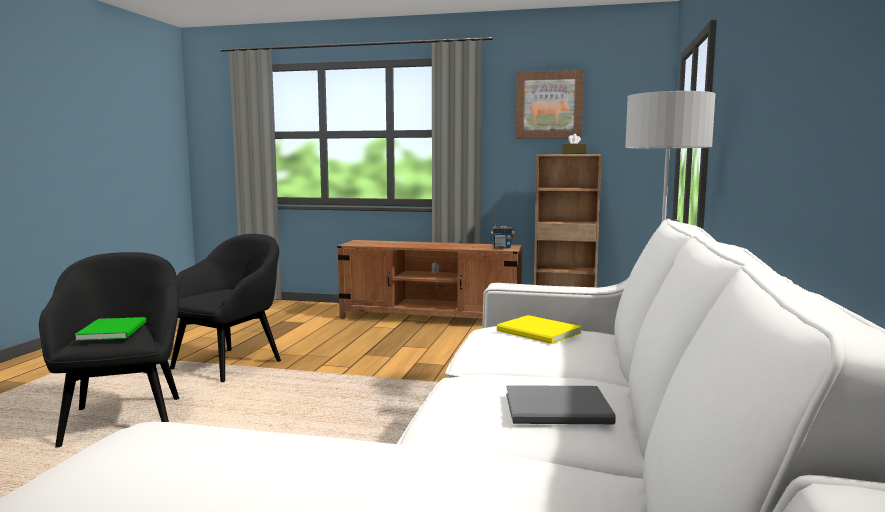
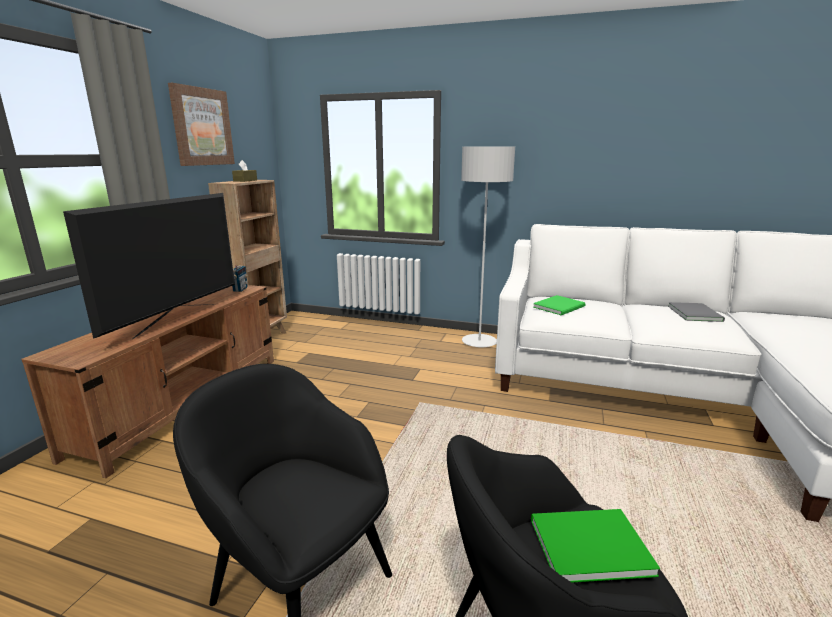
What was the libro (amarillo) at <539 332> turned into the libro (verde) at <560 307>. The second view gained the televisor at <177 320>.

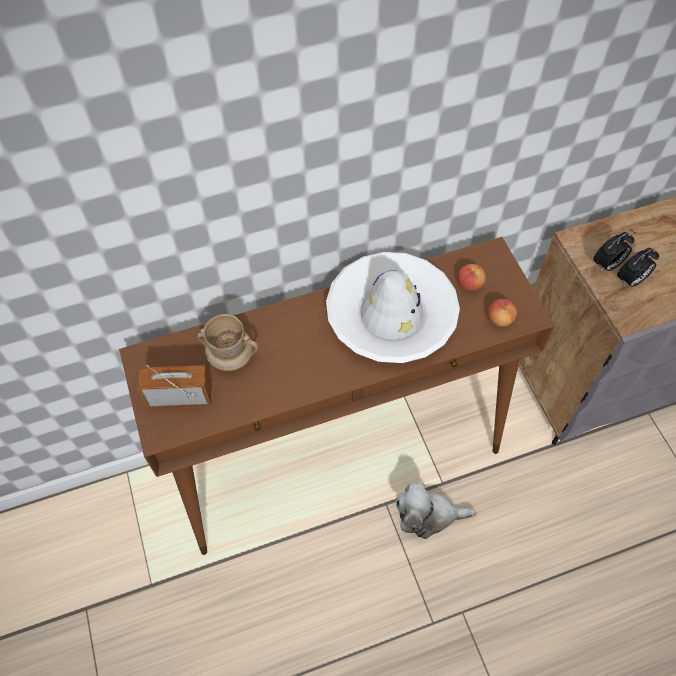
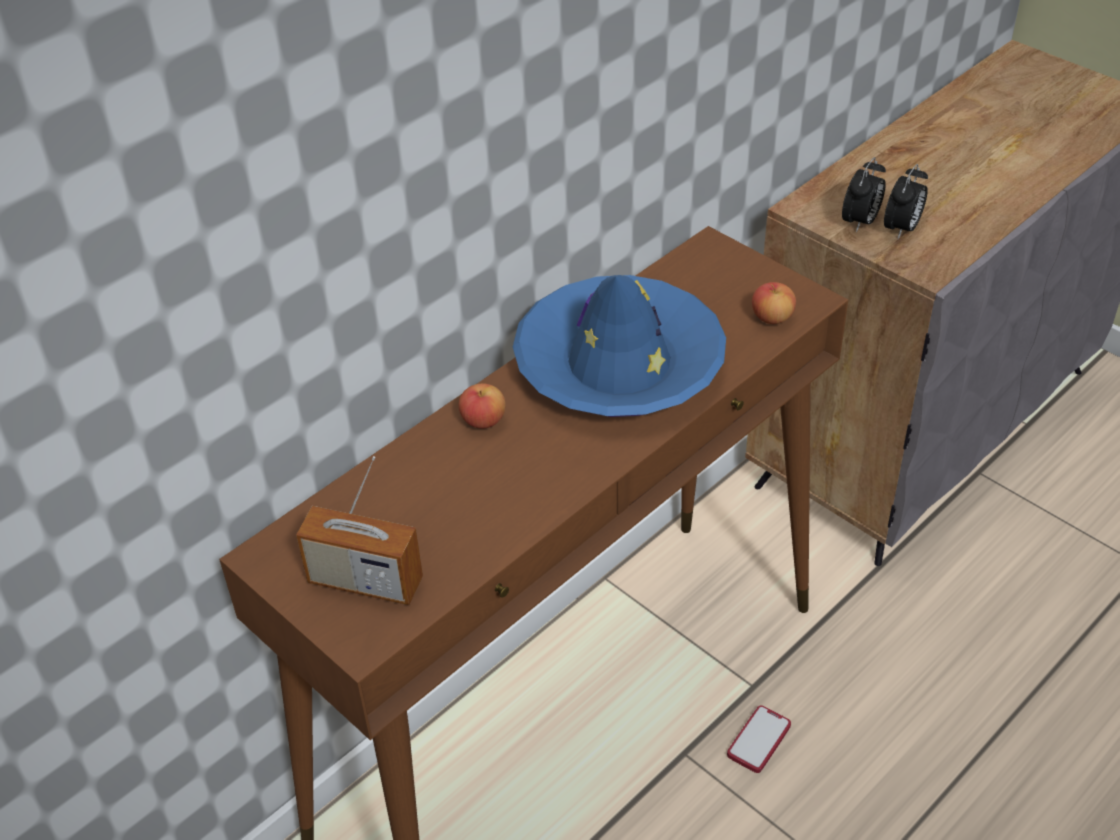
The radio at <180 396> ended up facing another way, 135 degrees counterclockwise from before. The second view lost the taza grande (beis) at <231 356>. What was the sombrero (blanco) at <391 314> turned into the sombrero (azul) at <619 364>. Where the peluche stood at <428 515>, the móvil came to stand at <759 740>. The manzana ended up elsewhere, having gone from <469 284> to <483 420>.

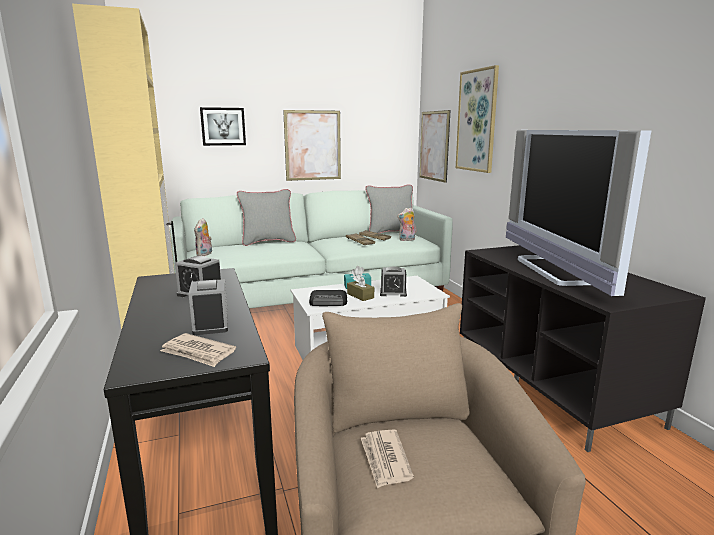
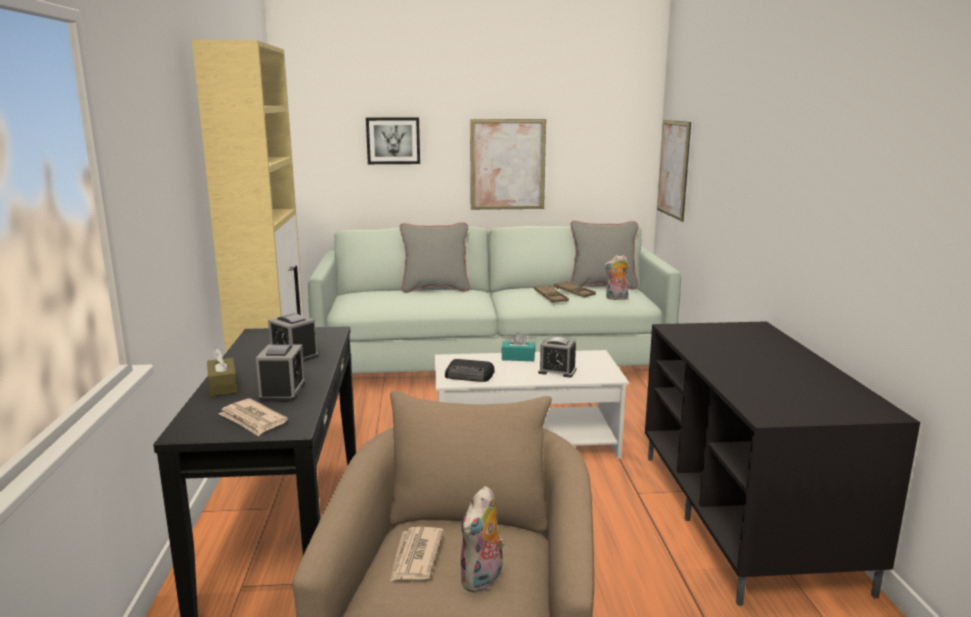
The peluche ended up elsewhere, having gone from <205 254> to <483 580>. The caja de pañuelos (marrón) ended up elsewhere, having gone from <360 296> to <223 386>. The second view lost the cuadro at <477 121>. The second view lost the televisor at <554 270>.

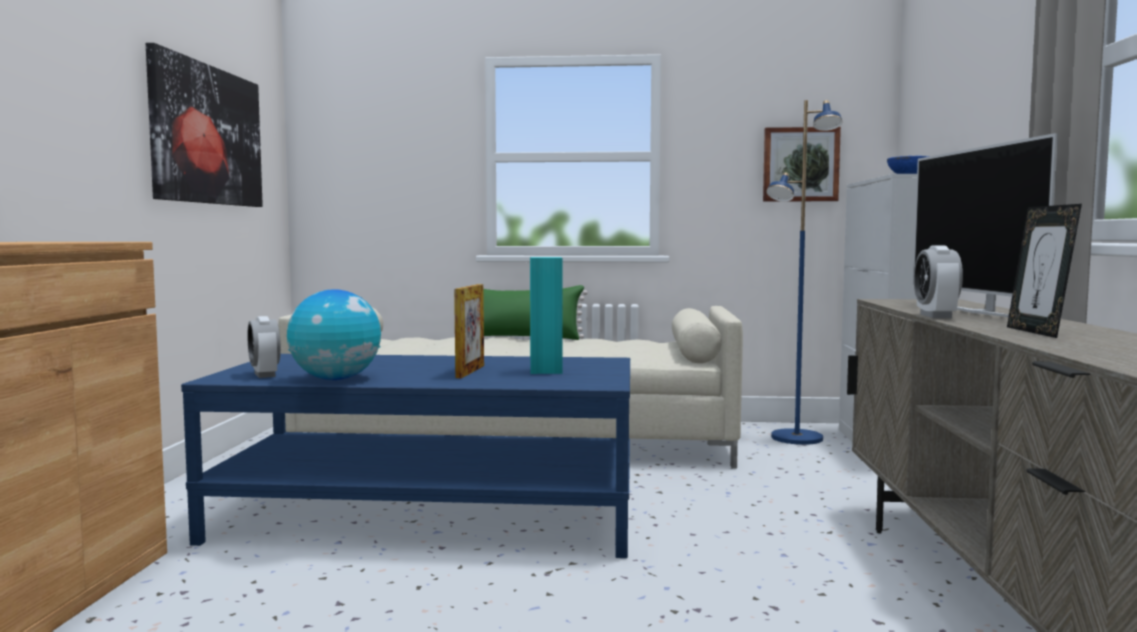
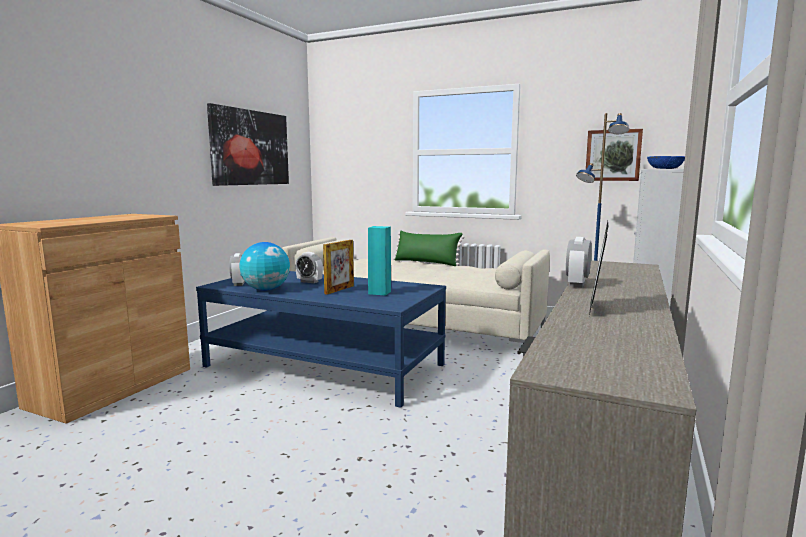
The second view lost the televisor at <980 312>. The second view gained the despertador at <309 281>.

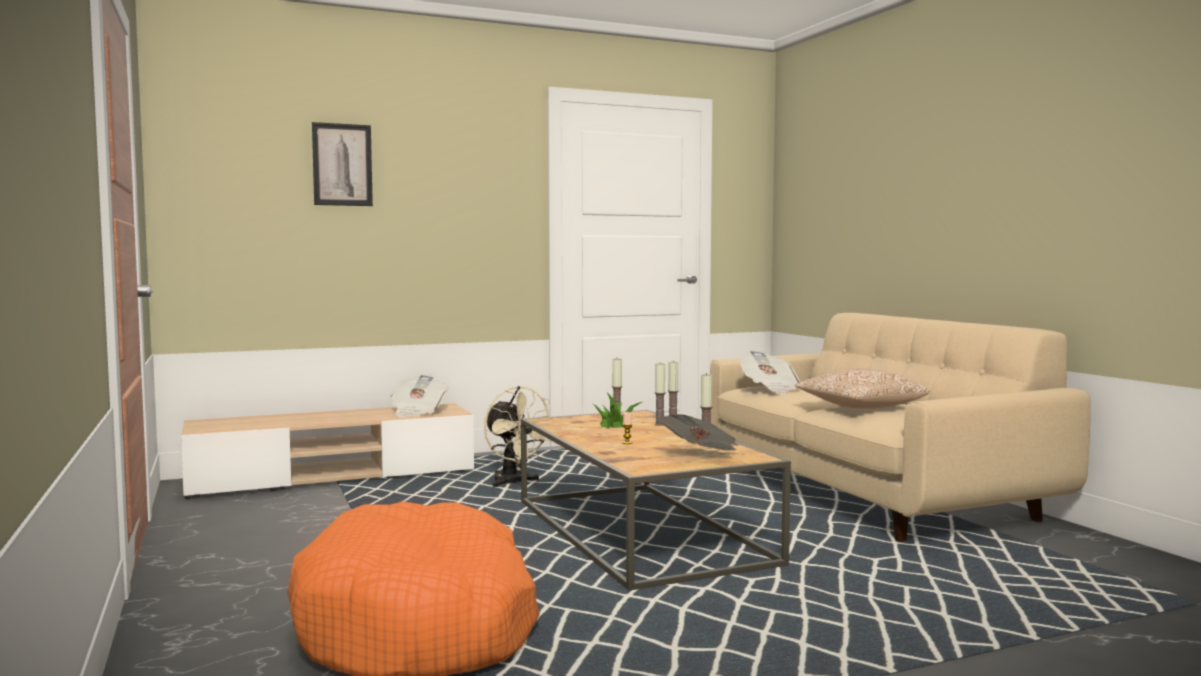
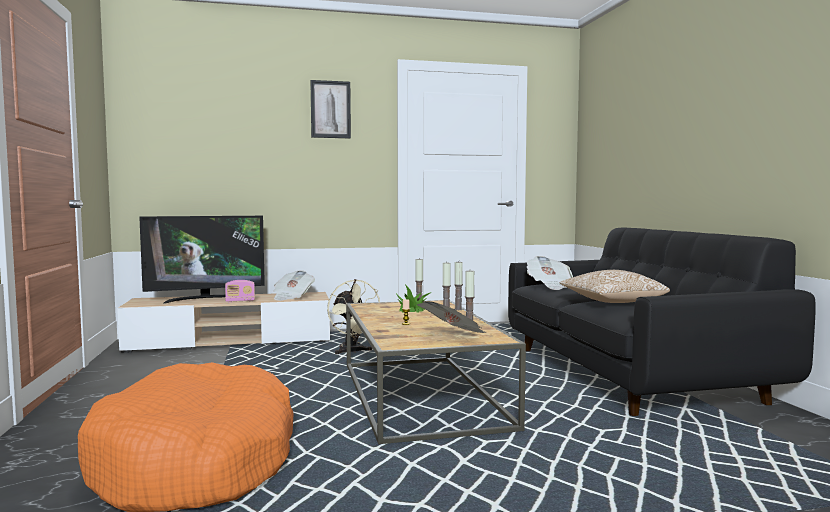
The cuadro ended up elsewhere, having gone from <342 165> to <330 109>. What was the sofá (beis) at <871 494> turned into the sofá (negro) at <628 374>. The second view gained the televisor at <205 299>. The second view gained the radio at <240 301>.

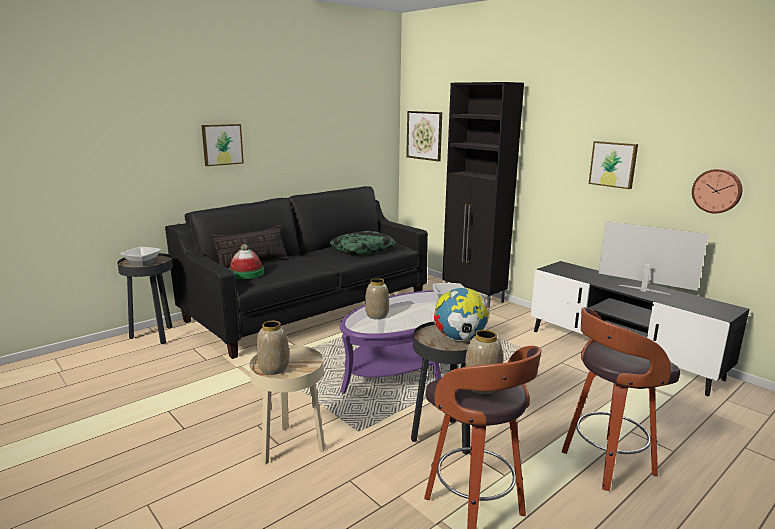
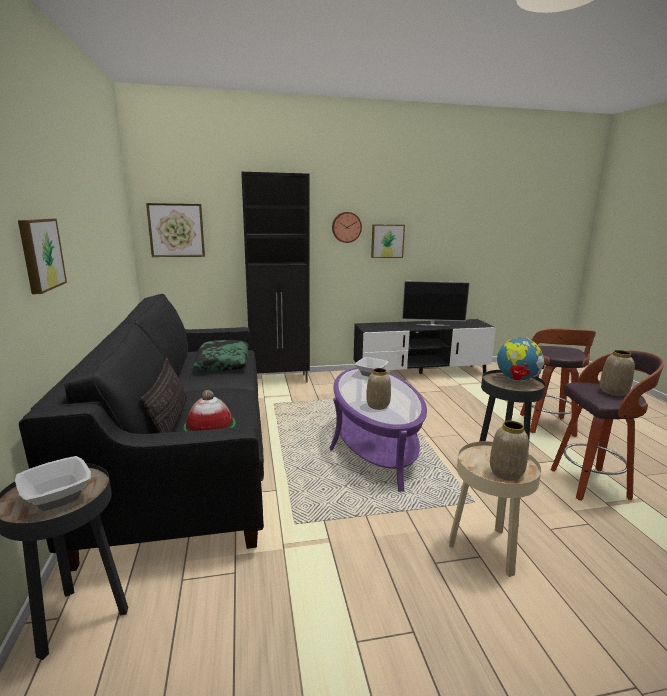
The televisor at <644 290> ended up facing another way, 150 degrees counterclockwise from before. The reloj de pared ended up elsewhere, having gone from <717 190> to <346 227>.

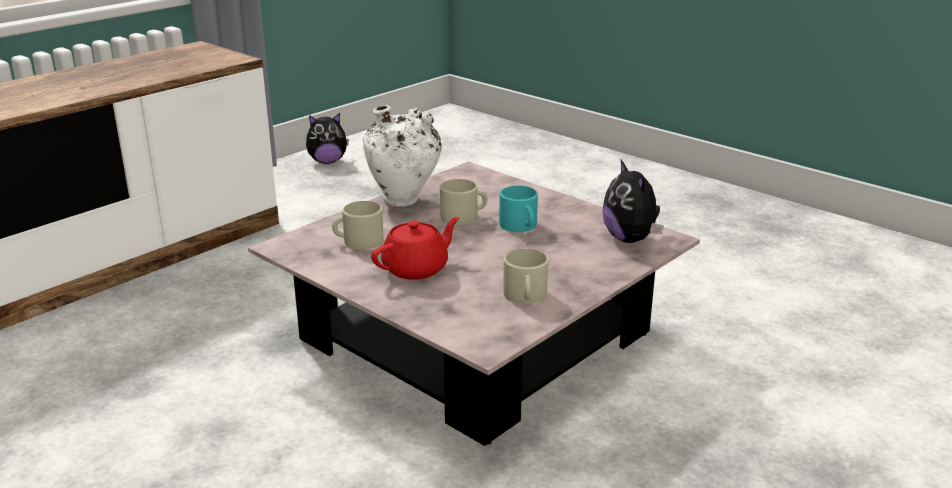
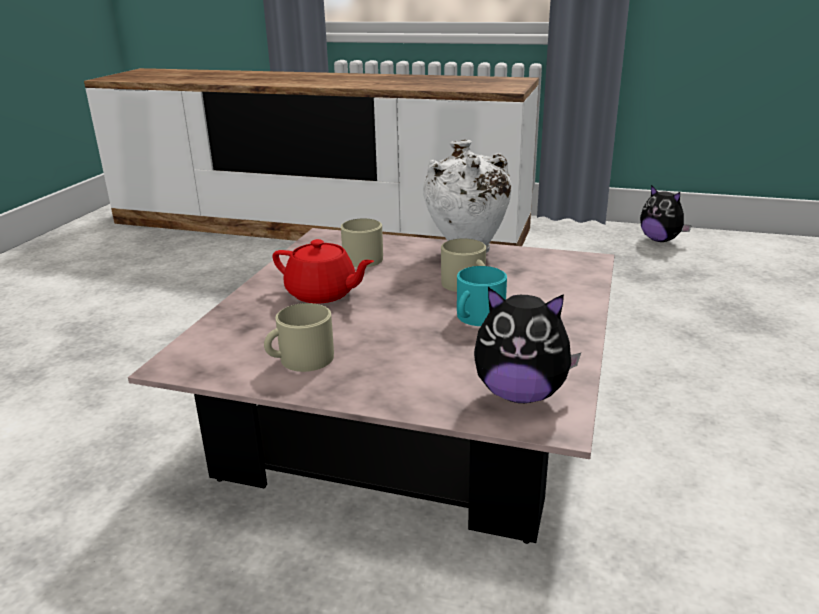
The peluche at <631 239> ended up facing another way, 120 degrees counterclockwise from before.

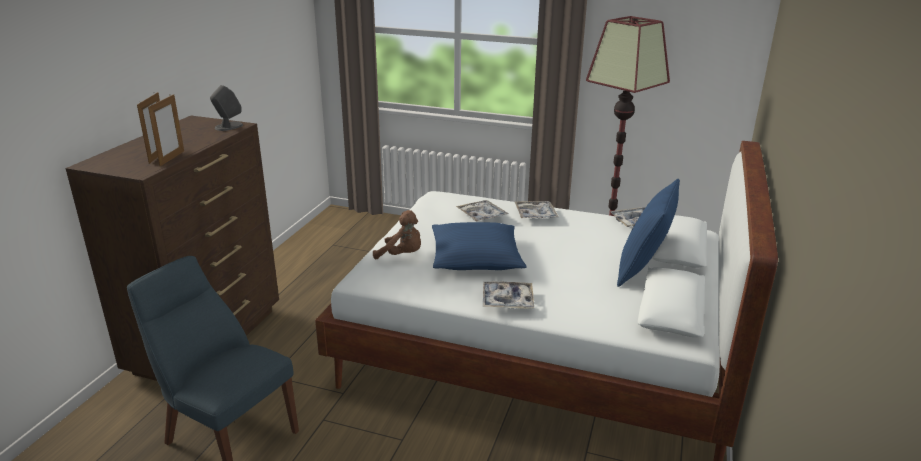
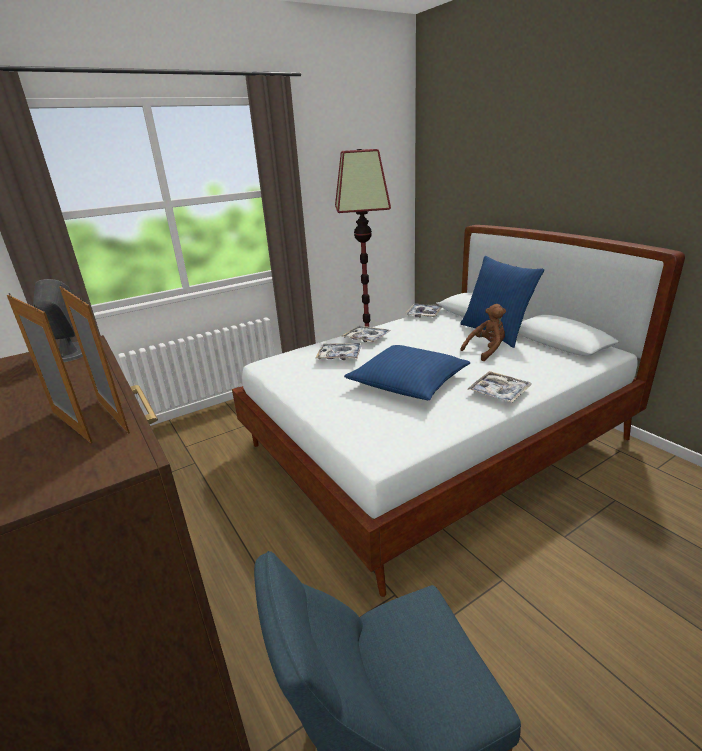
The peluche (marrón) ended up elsewhere, having gone from <402 255> to <486 351>.

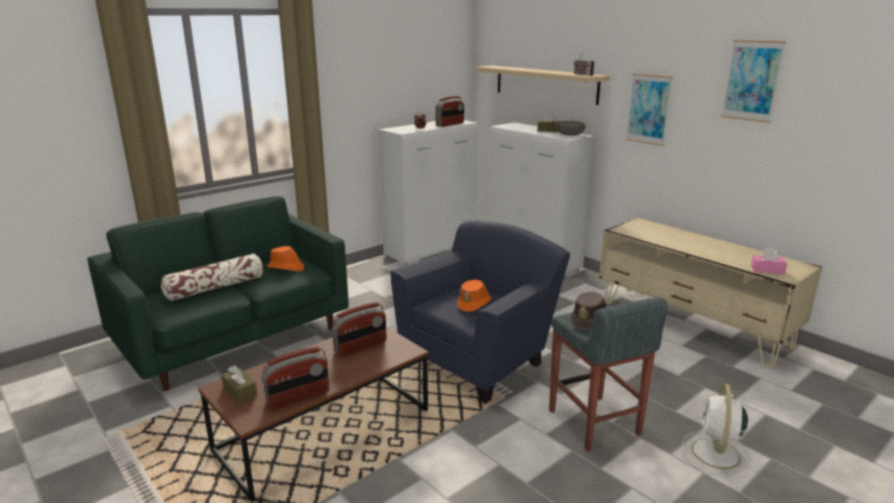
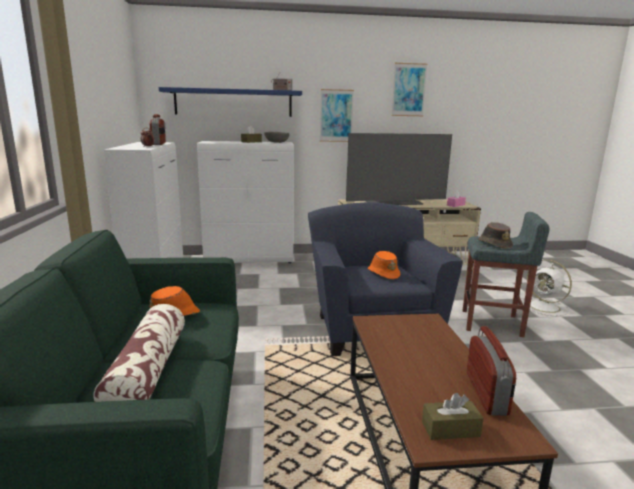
The second view lost the radio at <361 347>. What was the estante (beis) at <545 84> turned into the estante (azul) at <233 102>. The second view gained the televisor at <394 202>.

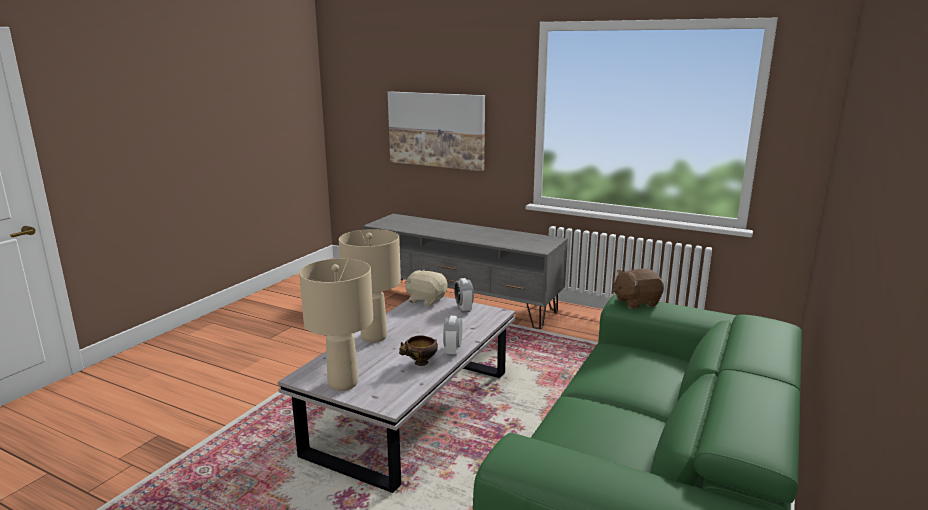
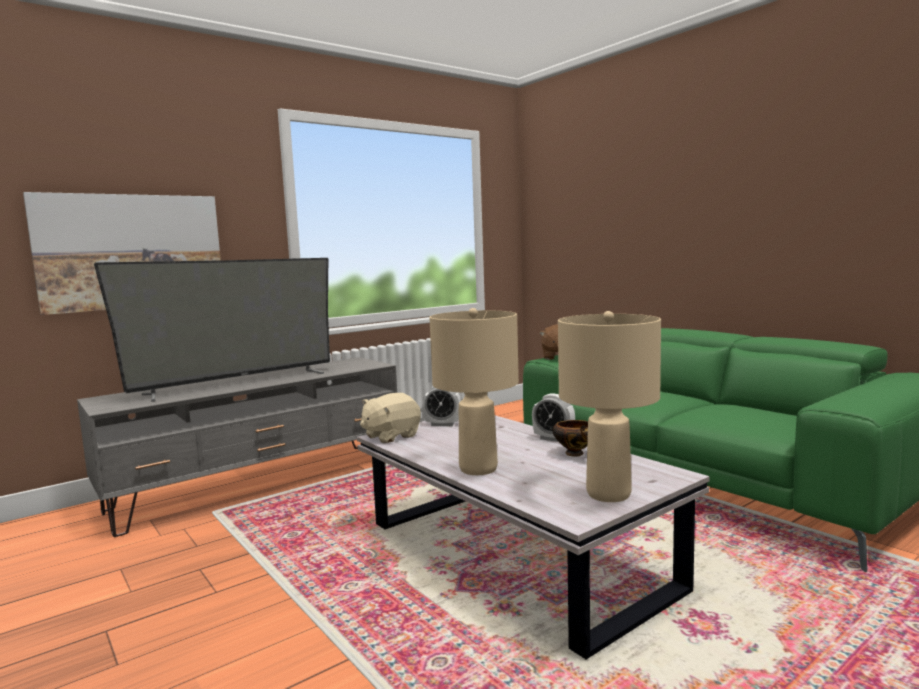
The second view gained the televisor at <237 383>.

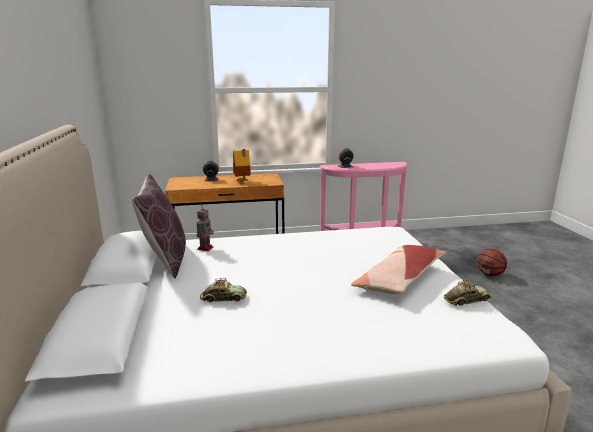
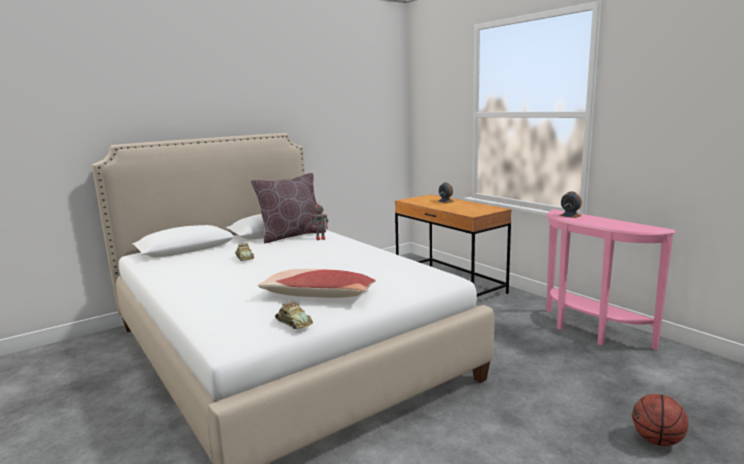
The second view lost the casita at <242 181>.

